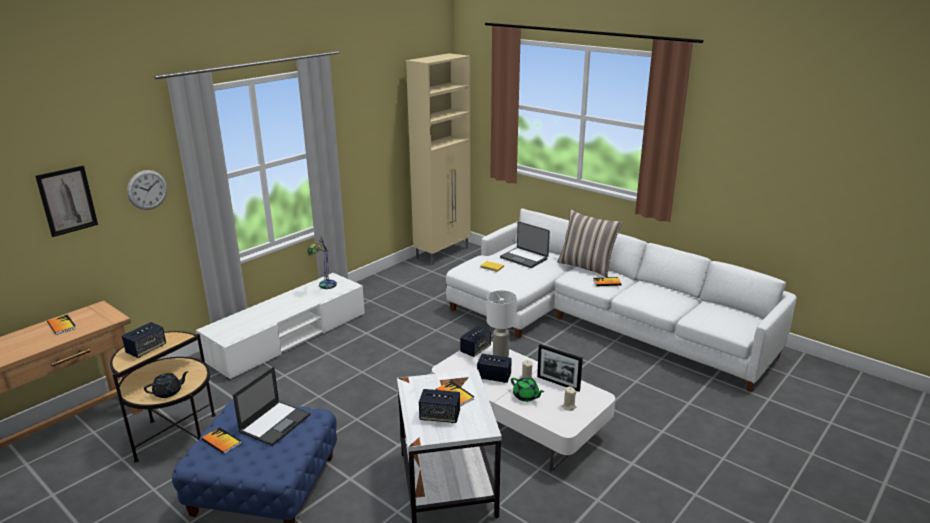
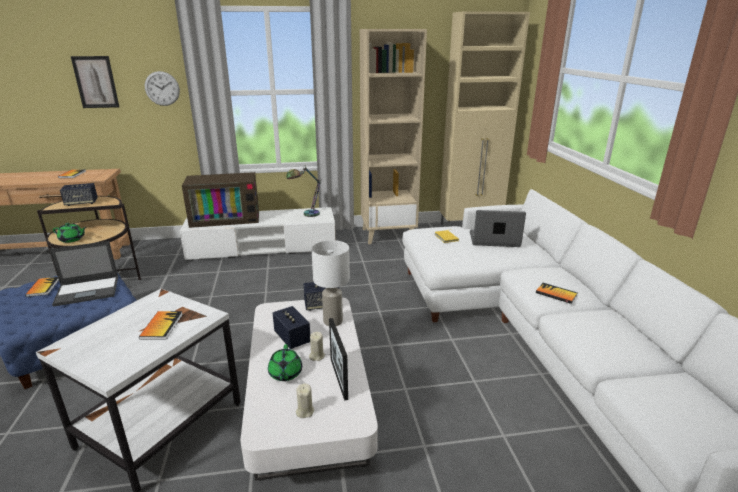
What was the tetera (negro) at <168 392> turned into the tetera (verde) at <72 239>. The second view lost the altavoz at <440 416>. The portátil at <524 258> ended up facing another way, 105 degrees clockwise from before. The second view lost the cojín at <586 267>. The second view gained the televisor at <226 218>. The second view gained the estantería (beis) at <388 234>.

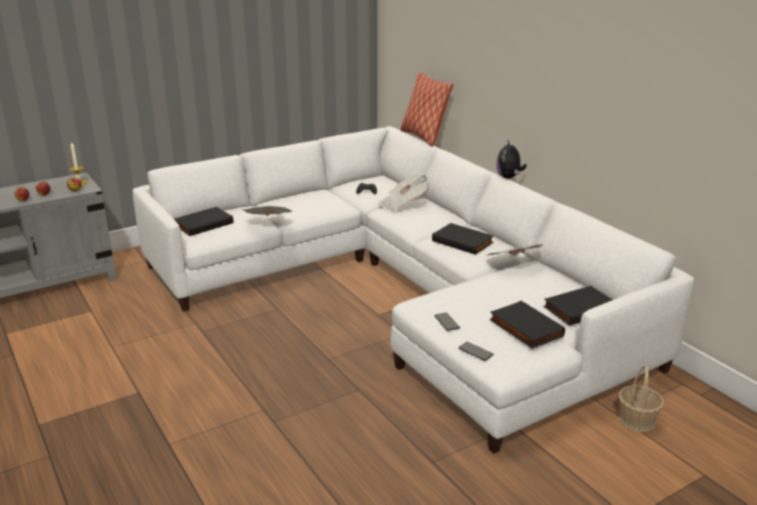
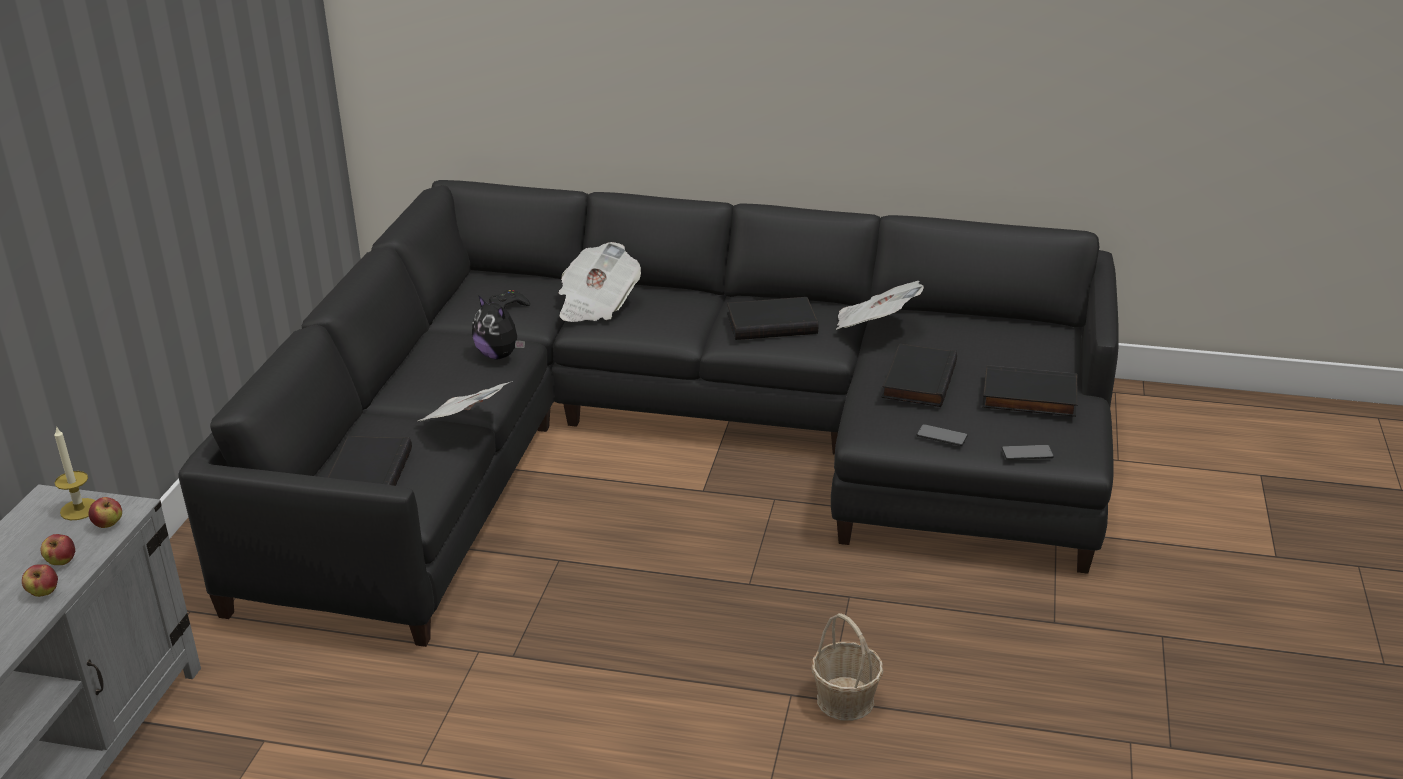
What was the sofá (blanco) at <402 291> turned into the sofá (negro) at <677 442>. The second view lost the cojín at <423 137>. The peluche ended up elsewhere, having gone from <509 177> to <499 355>. The libro (negro) ended up elsewhere, having gone from <579 308> to <917 380>. The cesta ended up elsewhere, having gone from <637 420> to <845 700>.

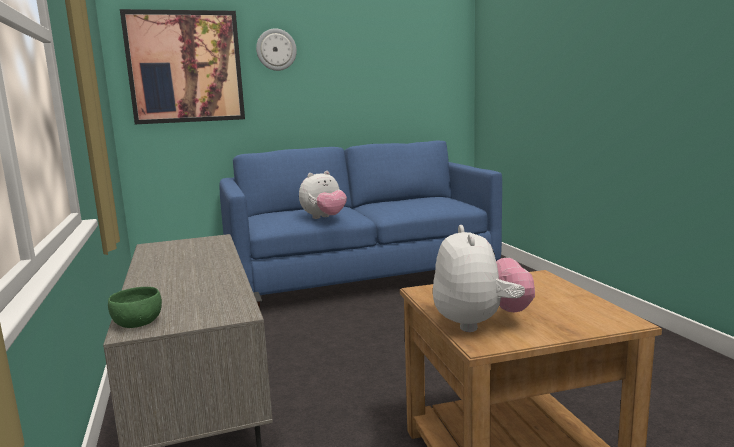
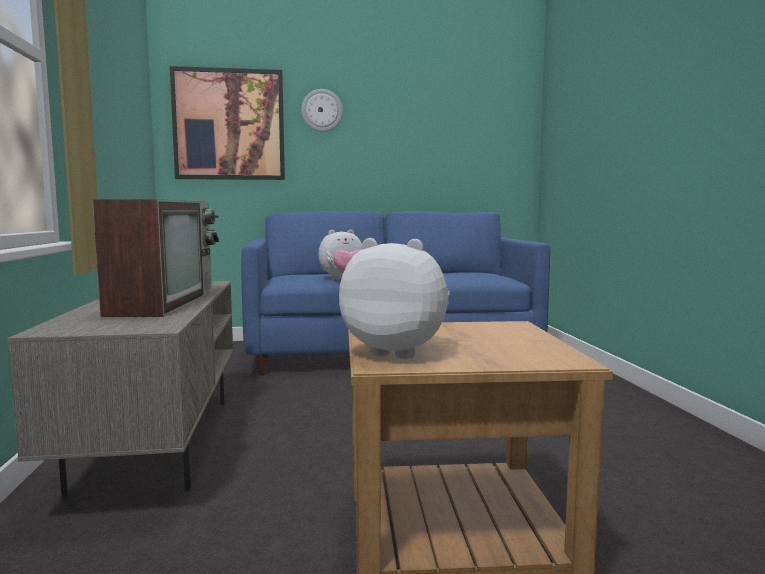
The second view lost the cuenco (verde) at <138 323>. The peluche at <479 323> ended up facing another way, 75 degrees counterclockwise from before. The second view gained the televisor at <163 302>.

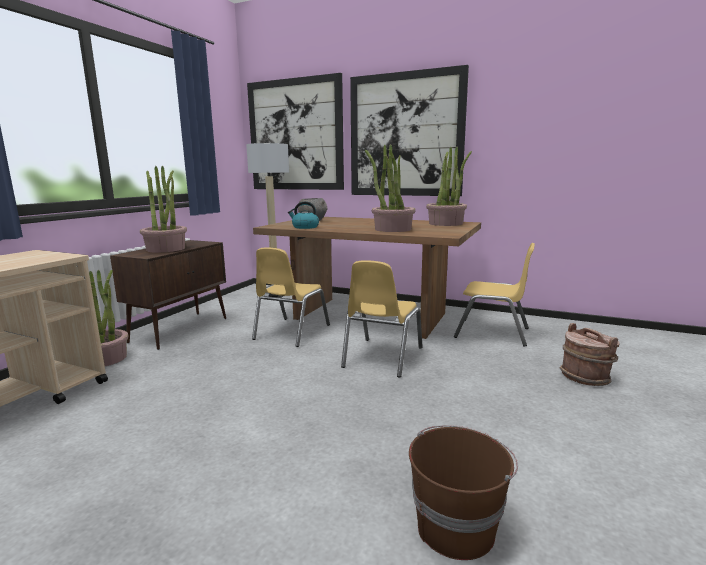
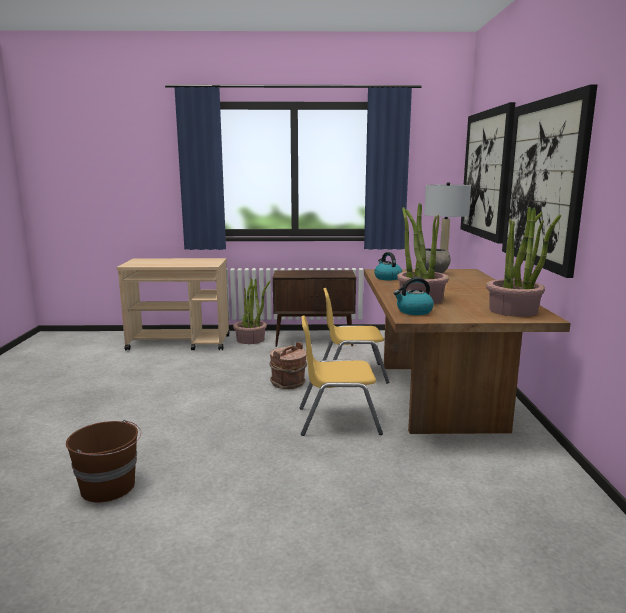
The second view lost the planta en maceta at <166 249>. The second view lost the silla (amarillo) at <492 333>. The cubo (marrón) ended up elsewhere, having gone from <585 377> to <288 383>. The second view gained the hervidor at <414 311>.

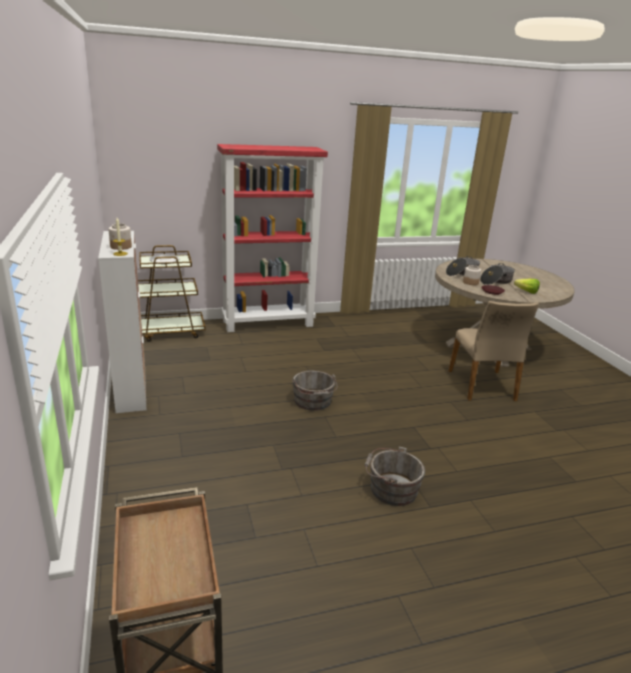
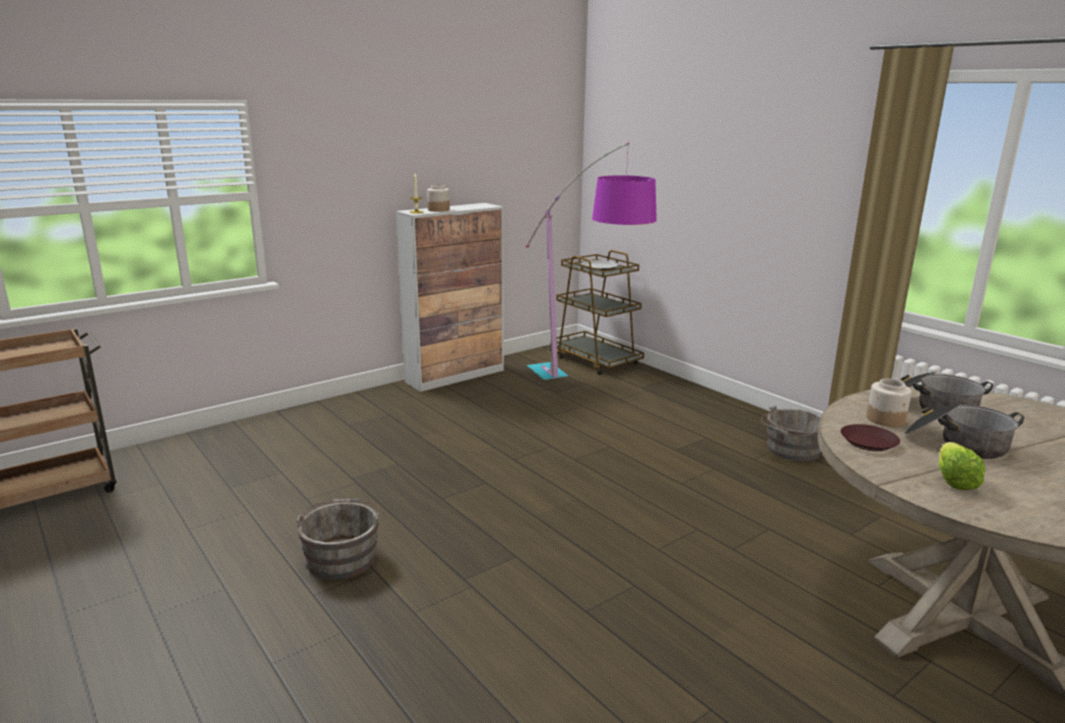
The second view lost the estantería (rojo) at <268 323>. The cubo (gris) ended up elsewhere, having gone from <313 402> to <791 450>. The second view lost the silla (beis) at <482 385>. The second view gained the lámpara de pie at <580 398>.

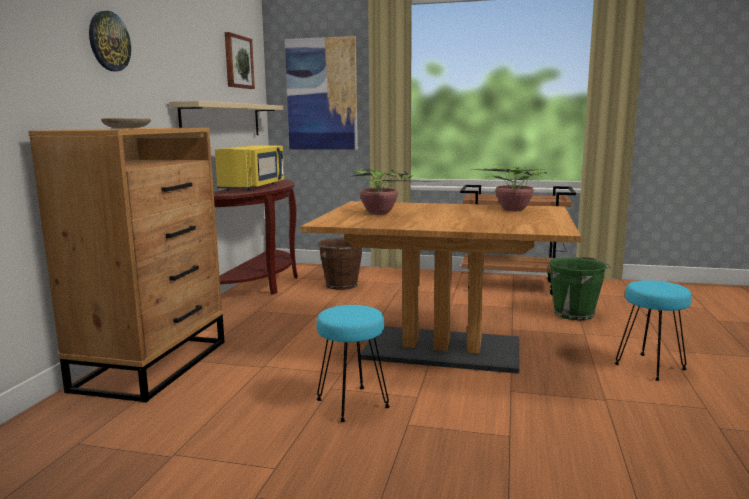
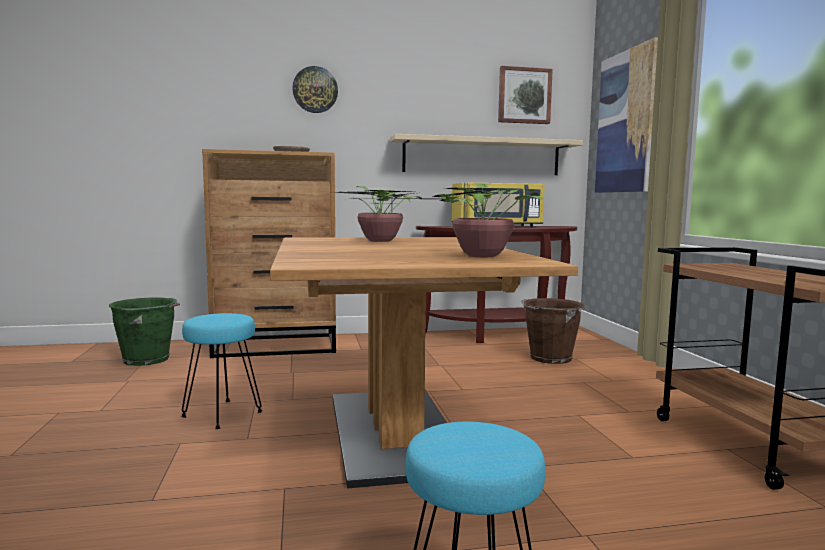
The cubo (verde) ended up elsewhere, having gone from <574 313> to <148 360>.

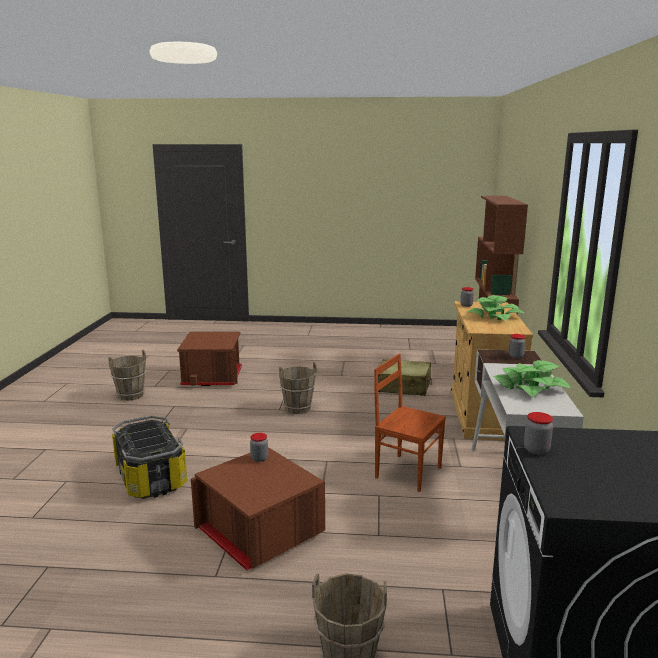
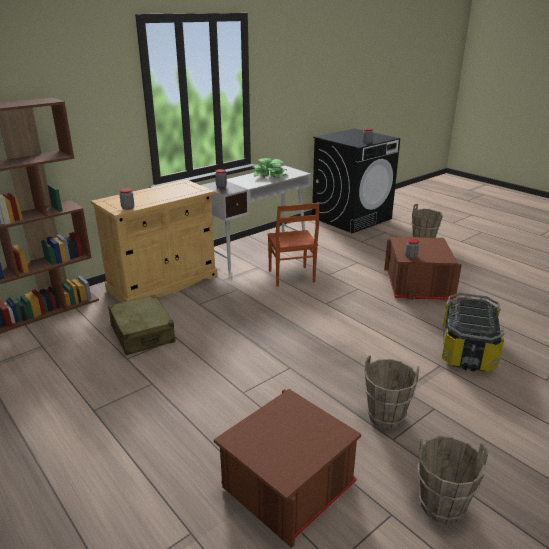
The cubo (marrón) ended up elsewhere, having gone from <297 408> to <385 417>. The second view lost the planta en maceta at <495 317>.

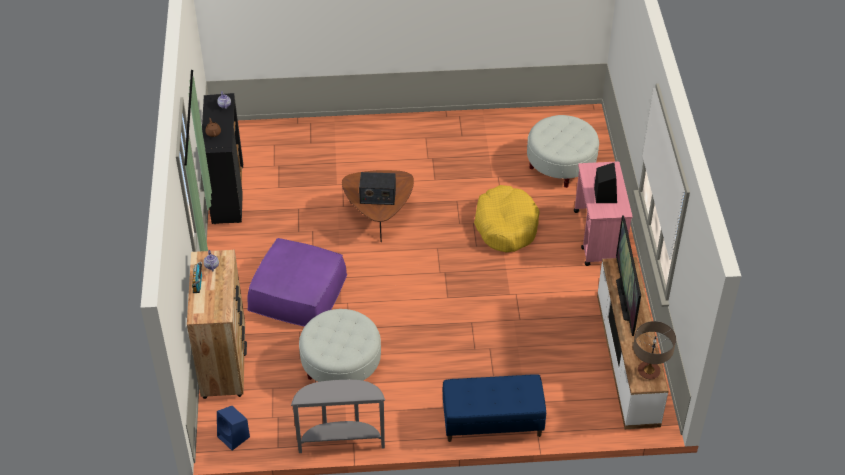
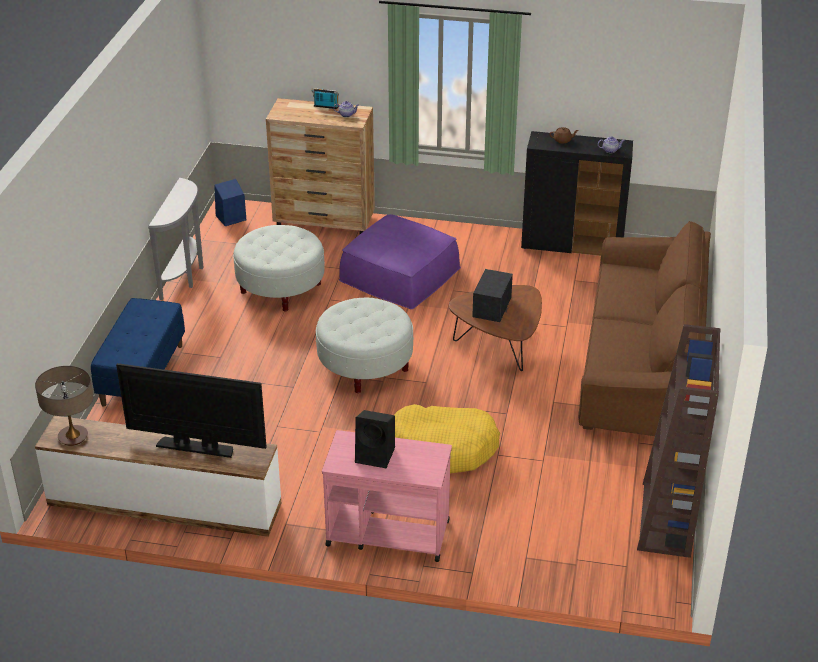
The puf (blanco) ended up elsewhere, having gone from <560 165> to <365 366>. The second view gained the sofá (marrón) at <642 363>. The second view gained the estantería (marrón) at <667 520>.

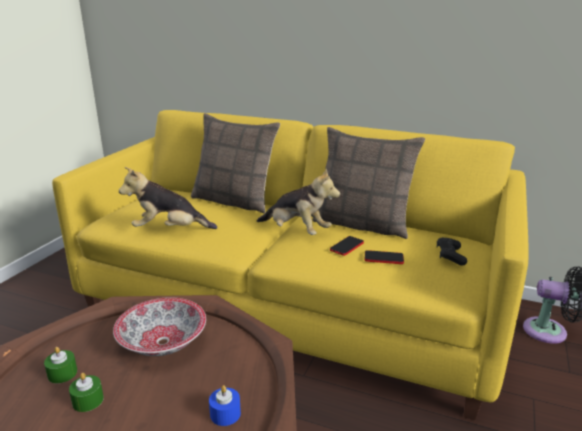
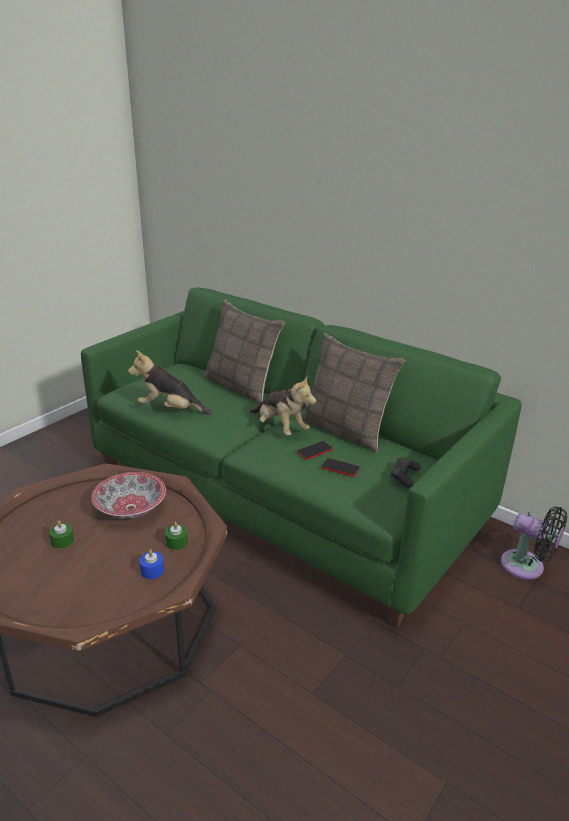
The vela (verde) ended up elsewhere, having gone from <62 373> to <177 542>. What was the sofá (amarillo) at <292 306> turned into the sofá (verde) at <284 494>.

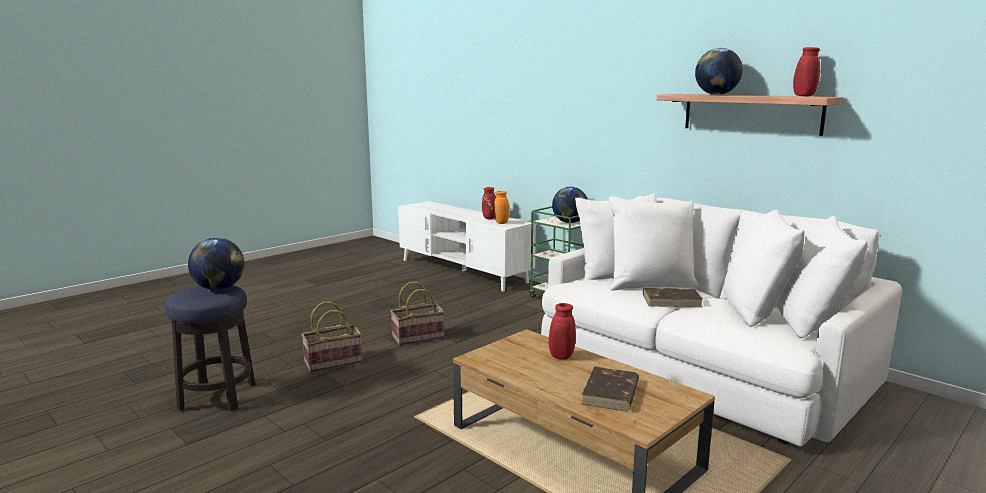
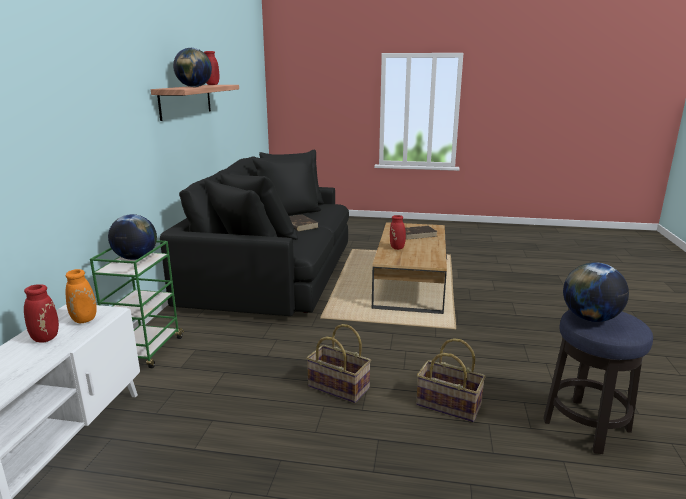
What was the sofá (blanco) at <701 368> turned into the sofá (negro) at <272 273>.

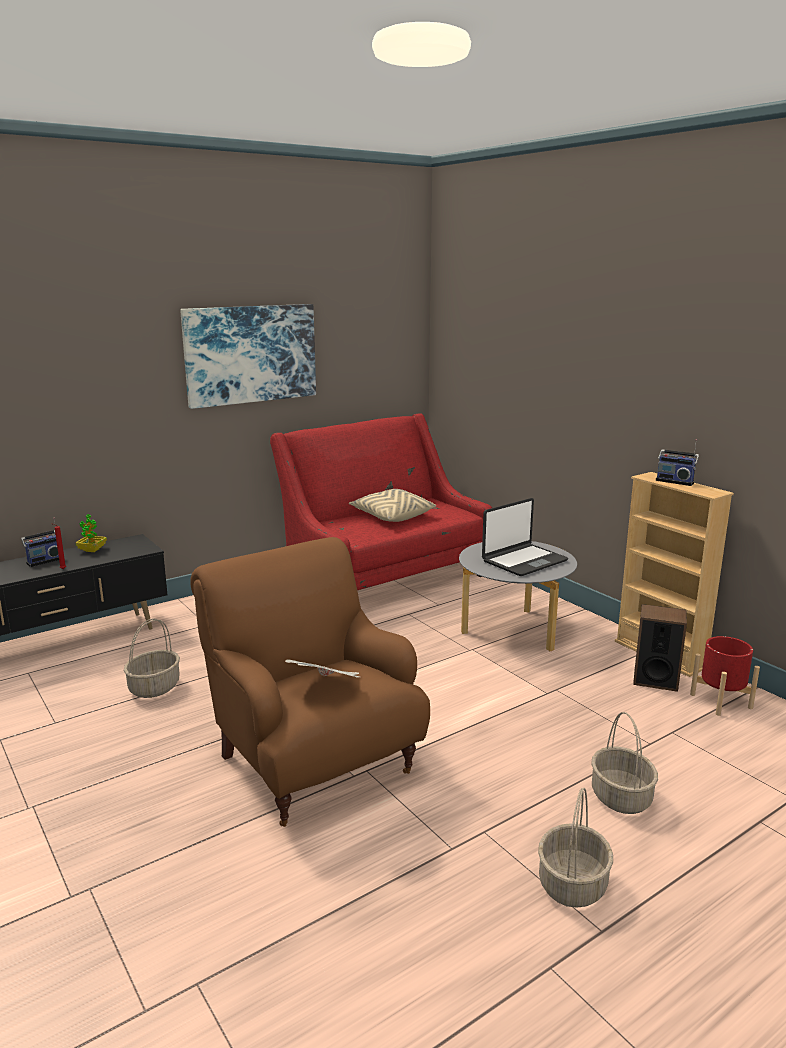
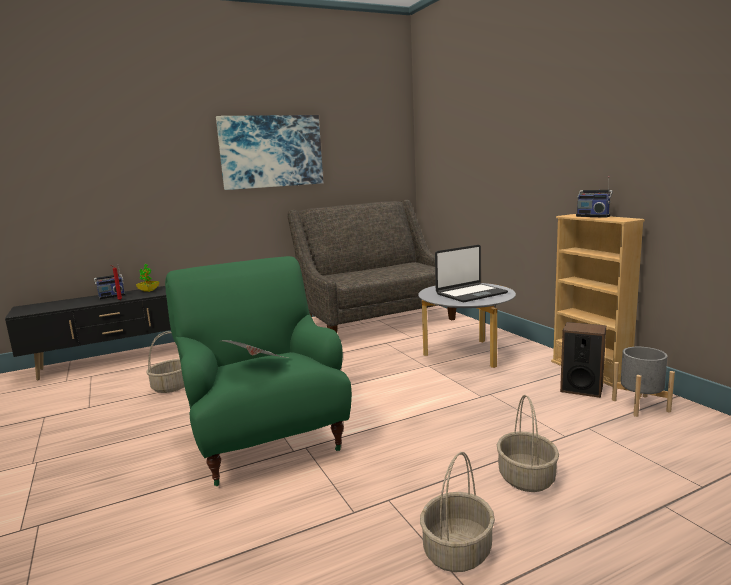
What was the sillón (marrón) at <314 763> turned into the sillón (verde) at <265 440>. What was the sofá (rojo) at <384 577> turned into the sofá (gris) at <376 321>. The second view lost the cojín (beis) at <392 516>. What was the maceta (rojo) at <721 701> turned into the maceta (gris) at <640 406>.

